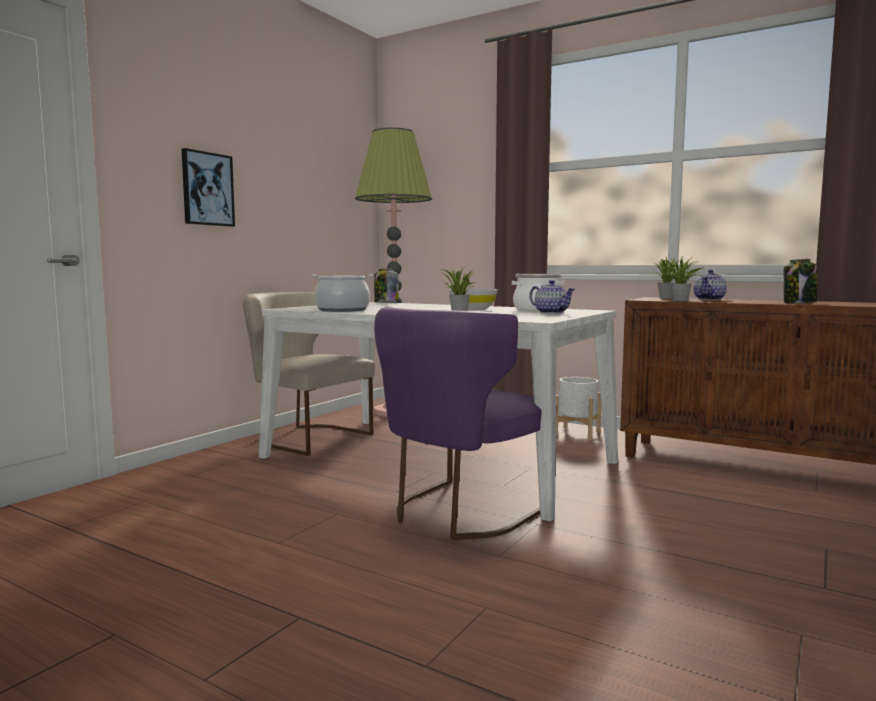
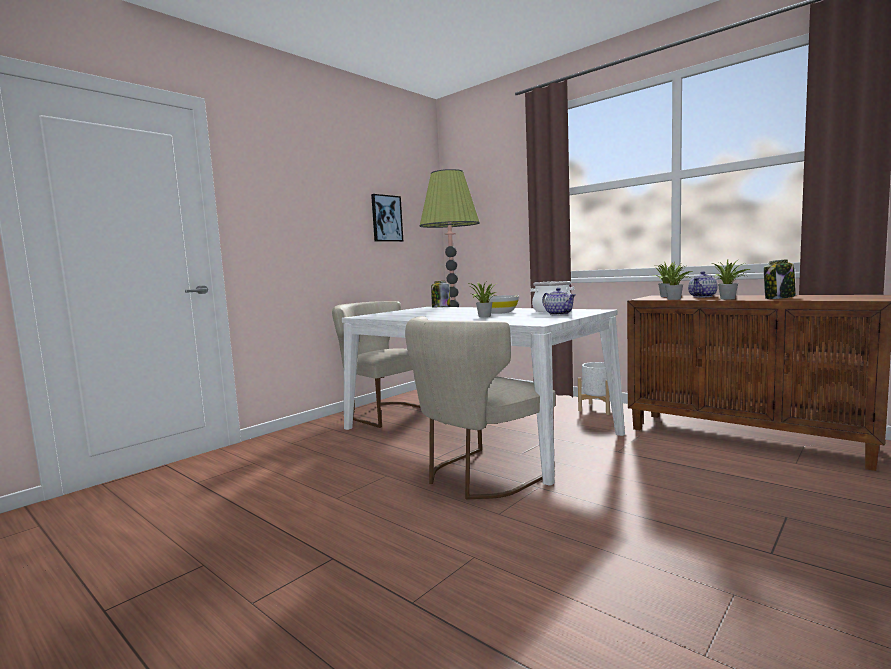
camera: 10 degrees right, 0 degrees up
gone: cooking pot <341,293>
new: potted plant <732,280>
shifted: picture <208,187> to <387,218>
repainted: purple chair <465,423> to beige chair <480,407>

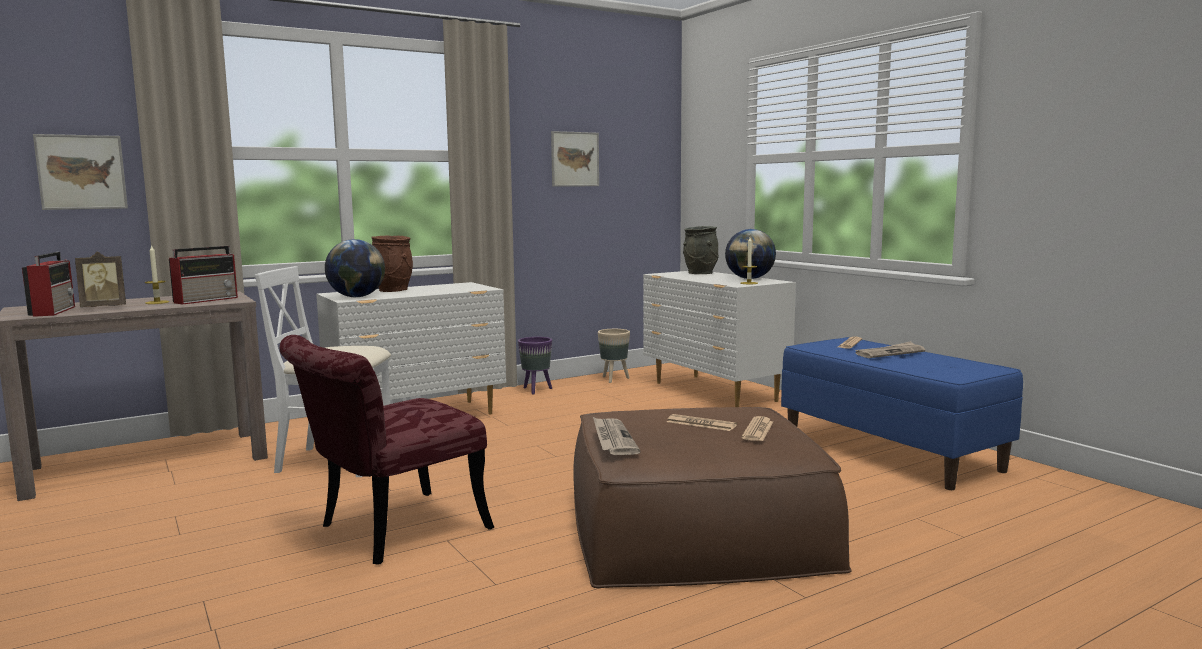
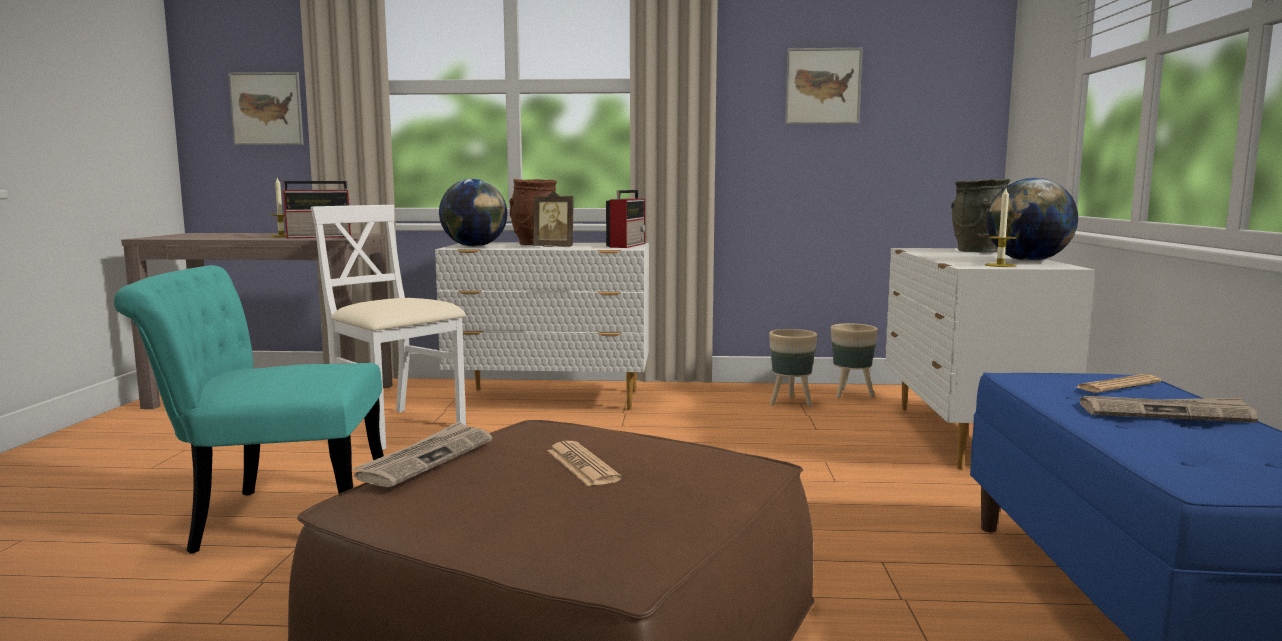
camera: 35 degrees right, 0 degrees up
gone: purple planter <535,365>; newspaper <757,428>
new: beige planter <793,368>
shifted: picture frame <100,279> to <553,218>; radio <48,284> to <625,219>
repainted: red chair <387,450> to turquoise chair <249,409>

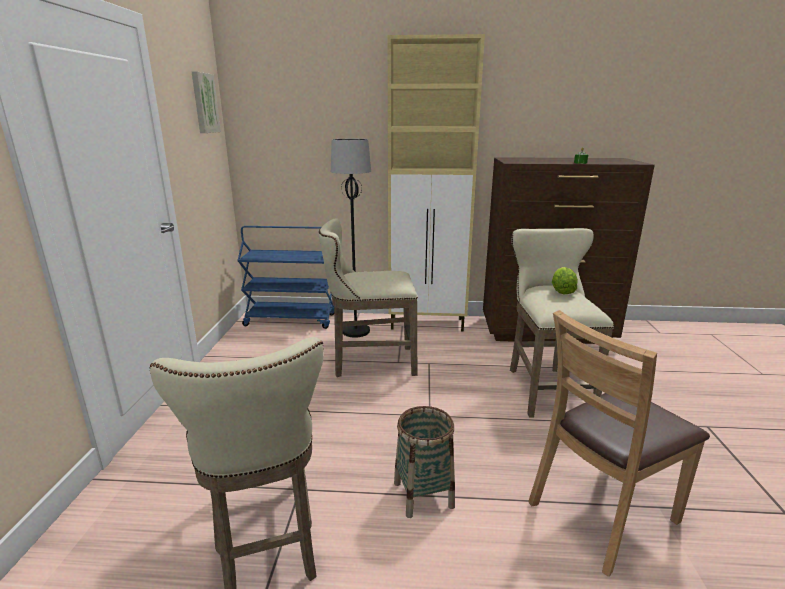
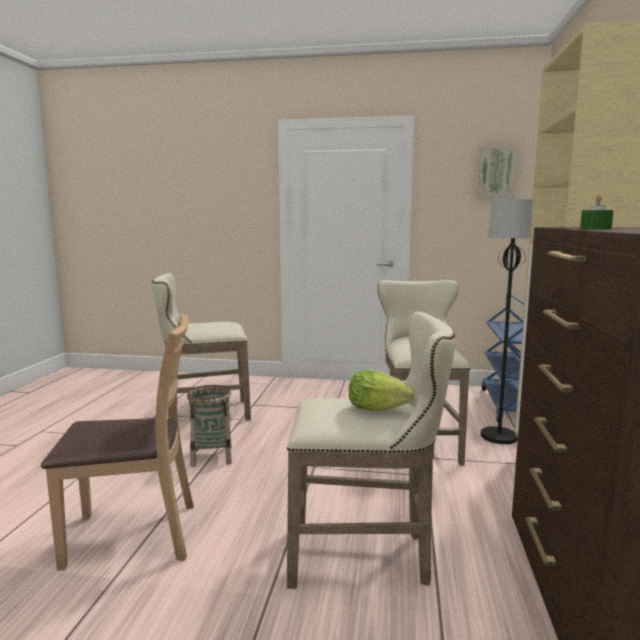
camera: 95 degrees right, 10 degrees down
rotated: brown chair <619,443> = <117,442> 105 degrees clockwise

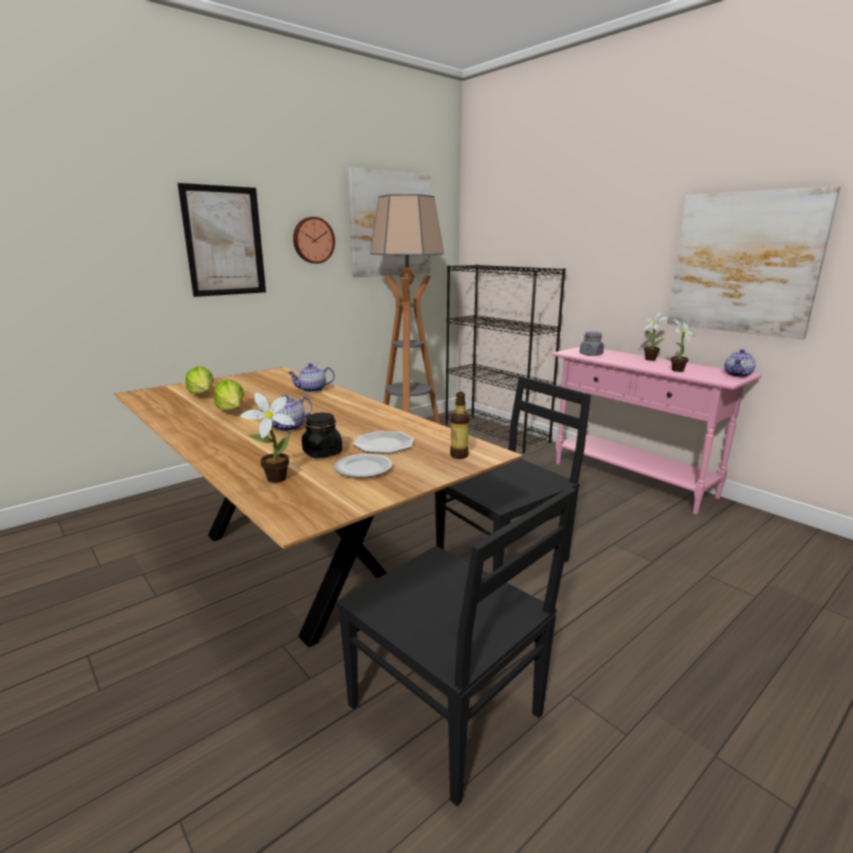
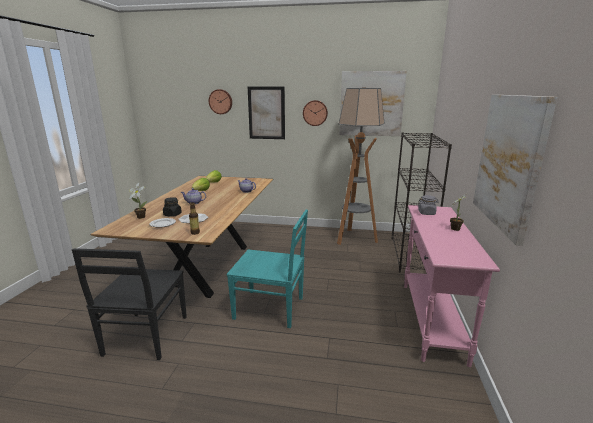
camera: 50 degrees right, 0 degrees up
gone: potted plant <683,345>; teapot <740,363>
new: wall clock <220,101>
repainted: black chair <513,473> to turquoise chair <267,269>

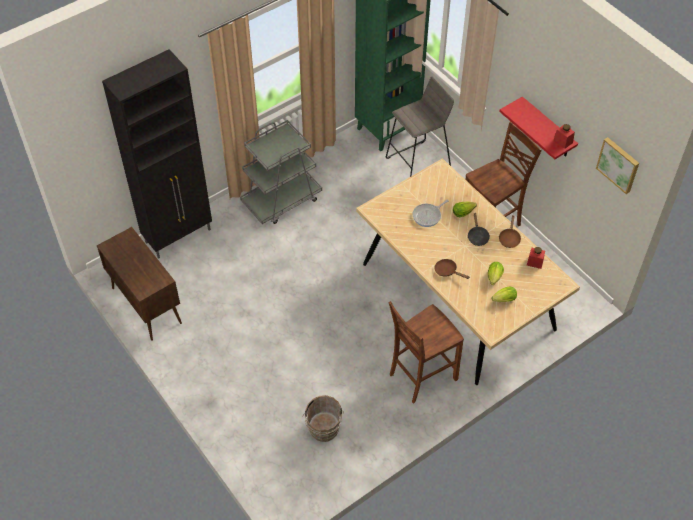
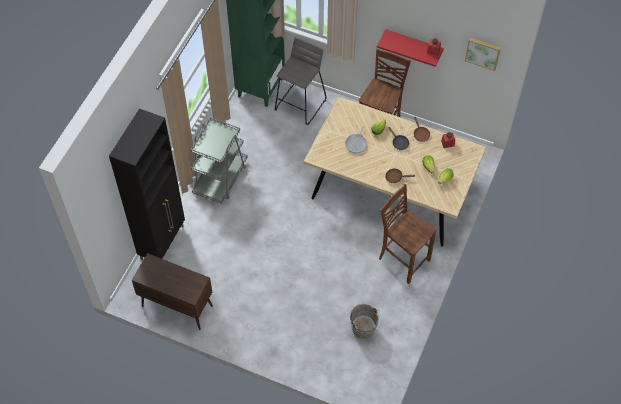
camera: 30 degrees left, 5 degrees up
rotated: brown chair <426,352> = <408,234> 105 degrees clockwise

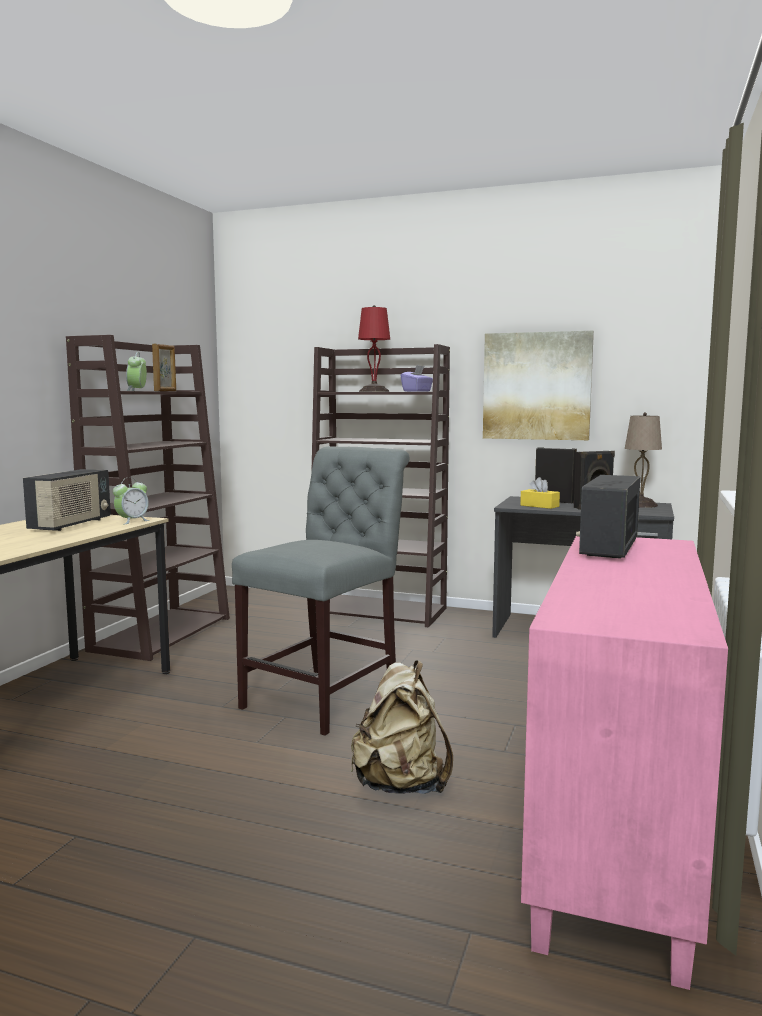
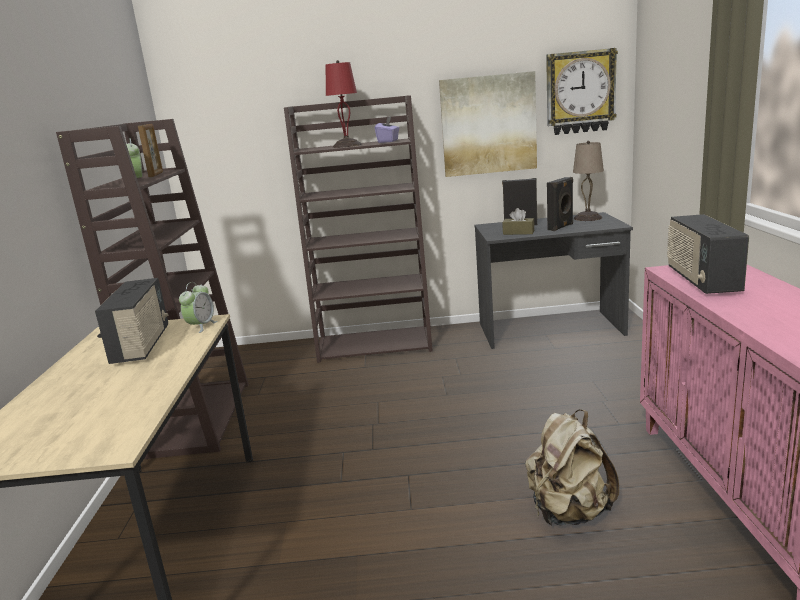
camera: 20 degrees left, 10 degrees up
gone: grey chair <320,591>
new: wall clock <582,91>
repainted: yellow tissue box <540,493> to brown tissue box <519,221>

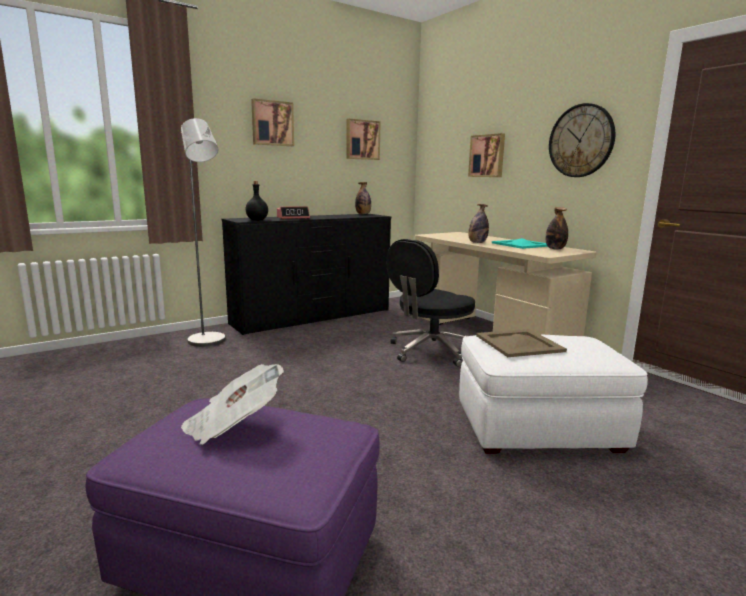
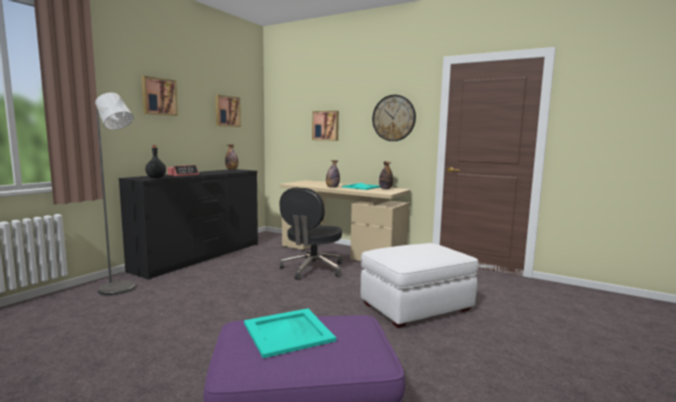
camera: 25 degrees left, 5 degrees down
gone: beige tray <521,343>
swapped: newspaper <232,404> to turquoise tray <290,333>

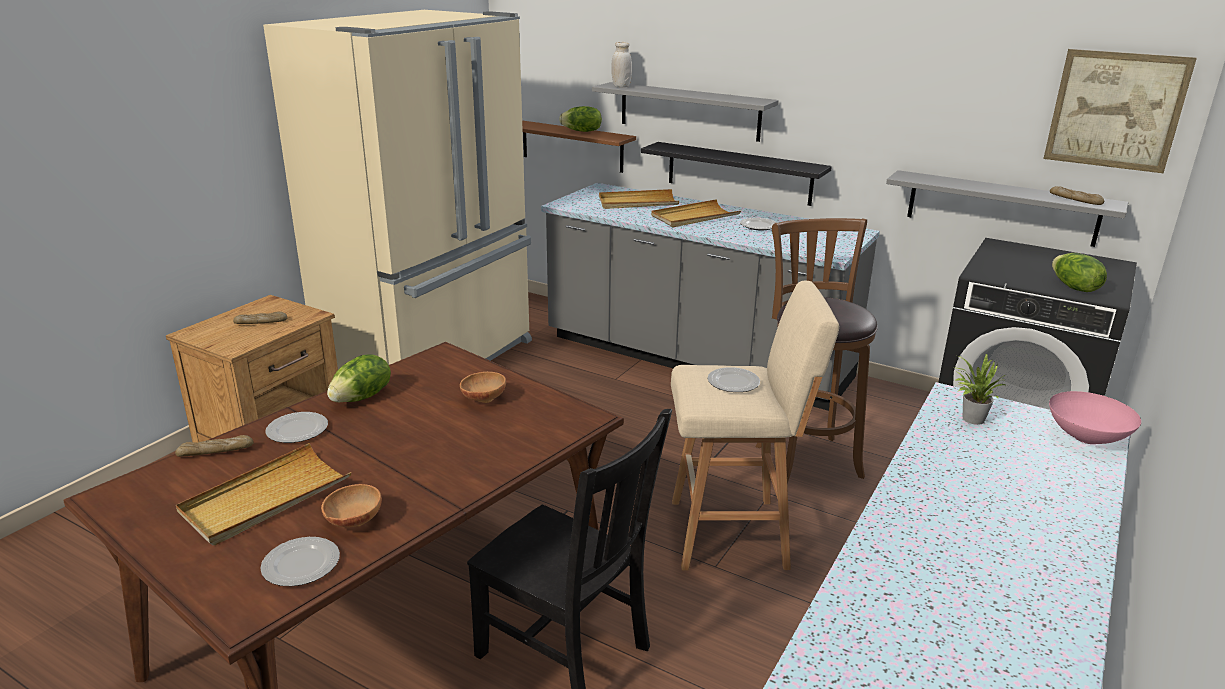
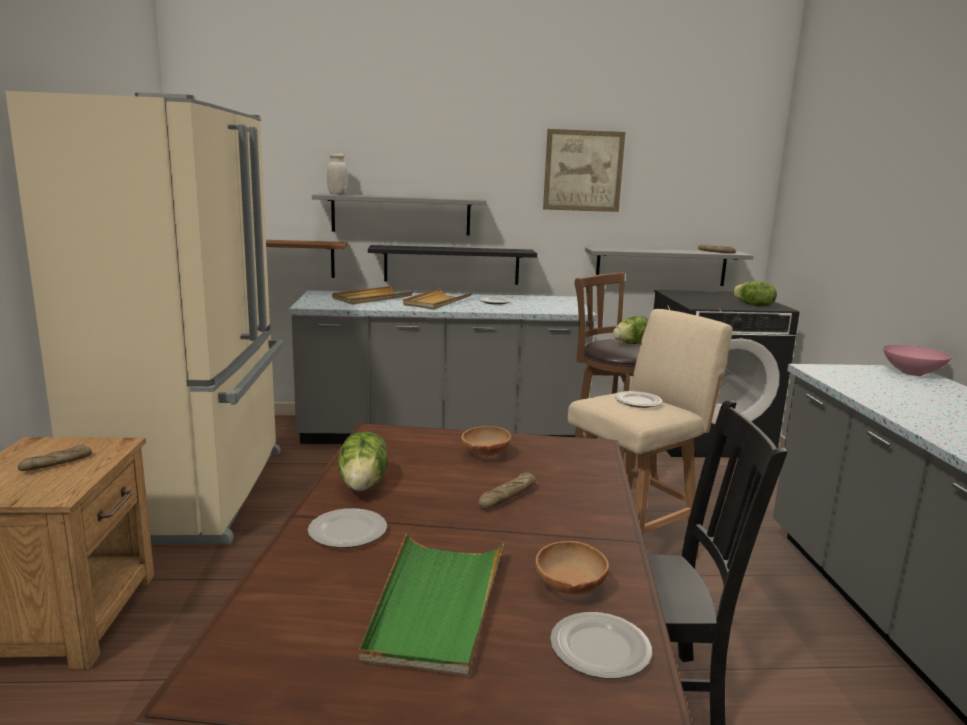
camera: 35 degrees left, 10 degrees down
gone: potted plant <981,389>
shifted: bread <214,446> to <507,491>; picture <1120,111> to <584,170>; lettuce <580,119> to <631,330>
repainted: beige tray <263,494> to green tray <431,604>

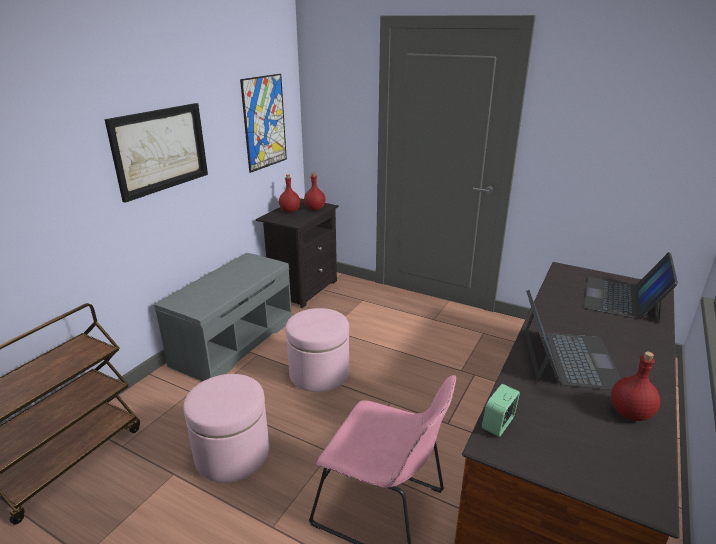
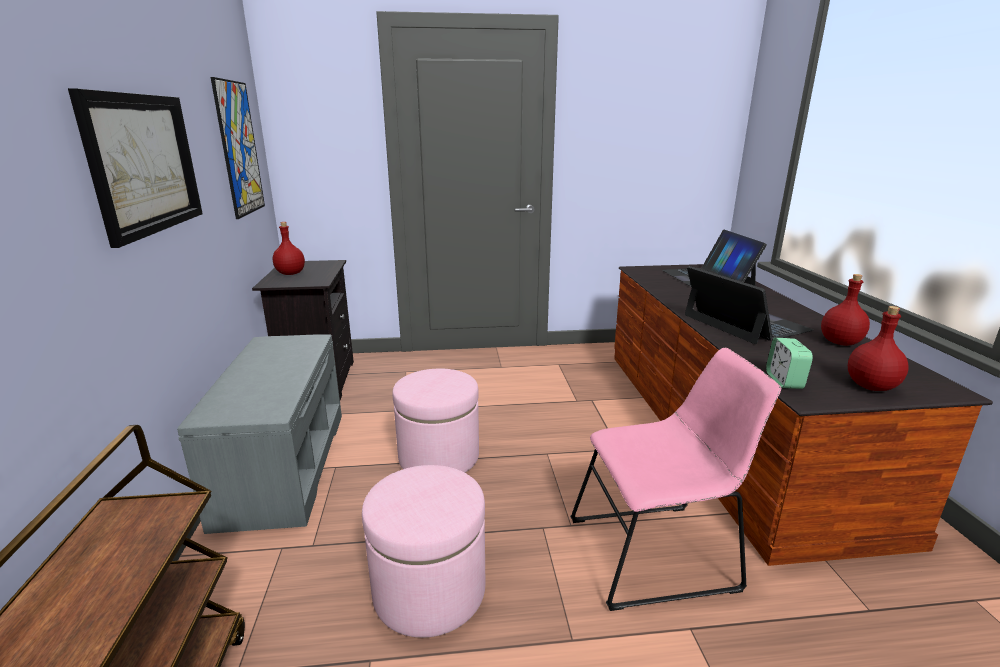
camera: 35 degrees left, 5 degrees down
shifted: red bottle <314,191> to <878,348>

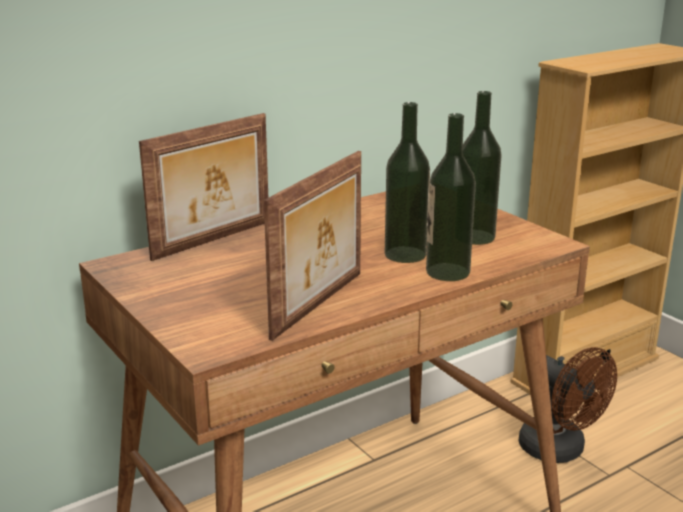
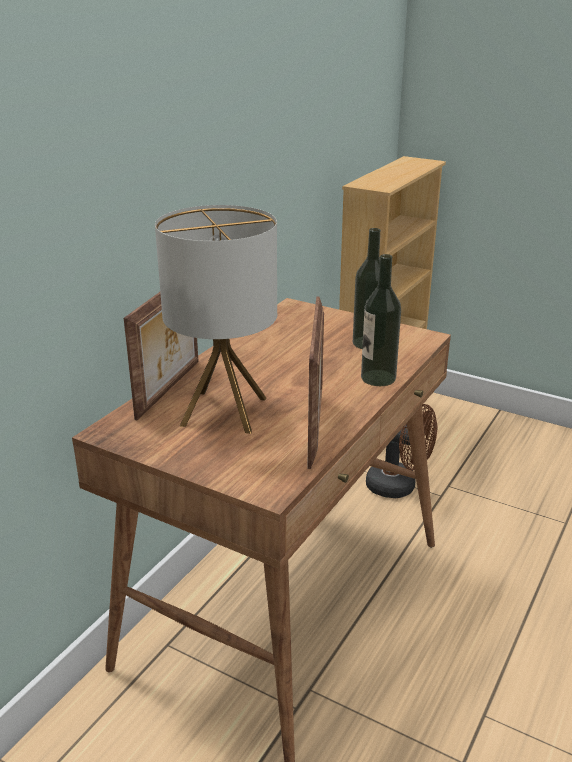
camera: 25 degrees left, 5 degrees up
gone: bottle <407,182>
new: table lamp <216,319>

